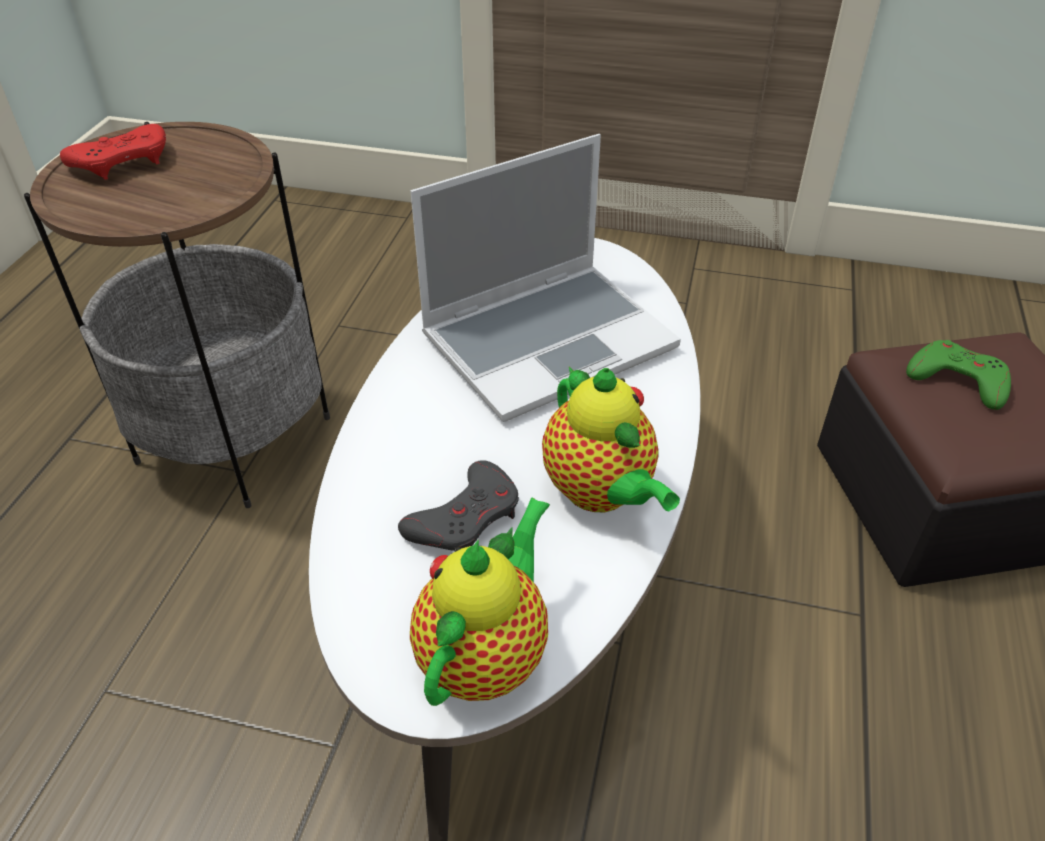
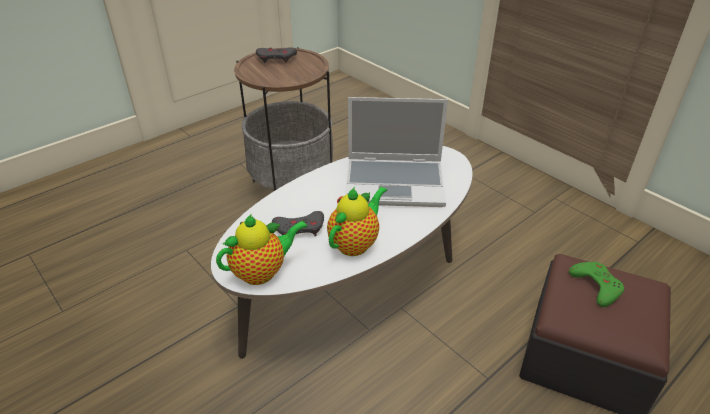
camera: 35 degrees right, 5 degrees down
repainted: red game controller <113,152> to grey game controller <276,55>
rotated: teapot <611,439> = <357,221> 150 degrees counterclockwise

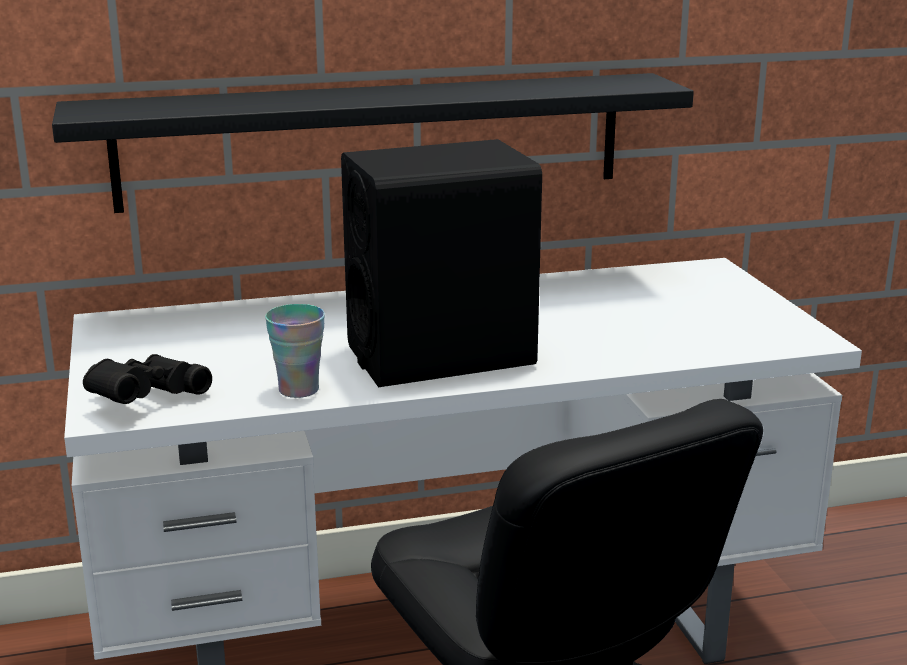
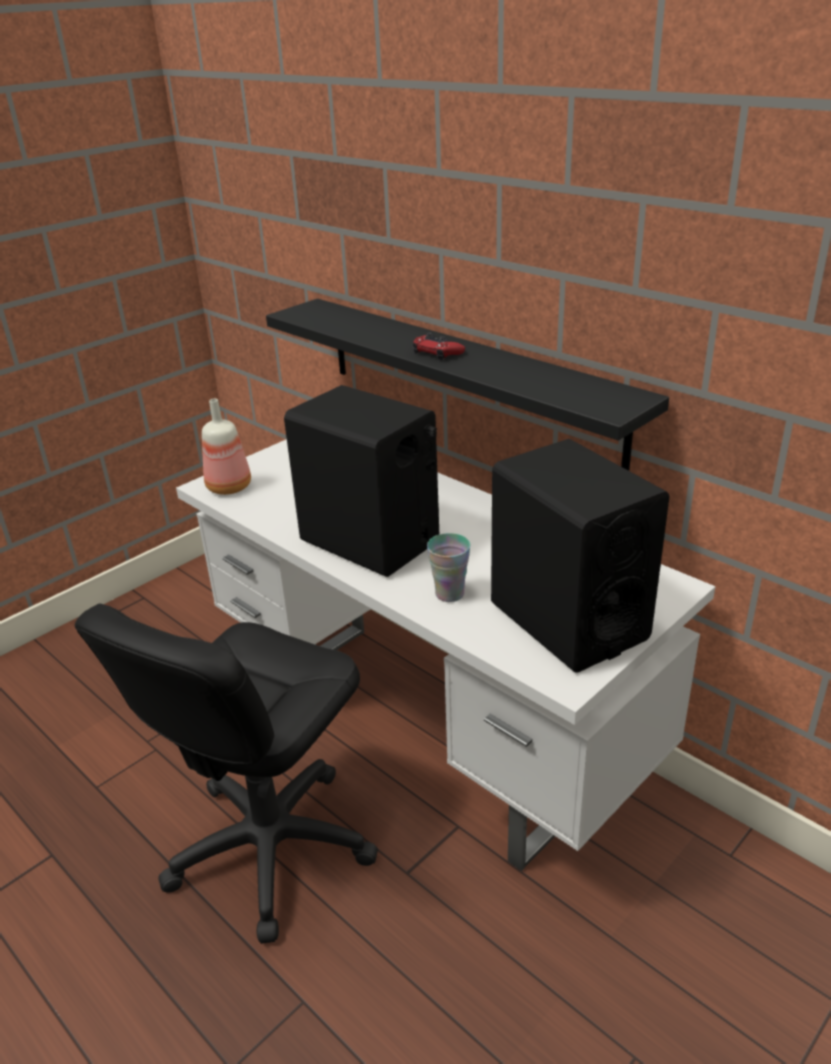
camera: 60 degrees right, 10 degrees up
new: red game controller <439,347>; black speaker <580,556>
shifted: cup <295,351> to <448,567>
swapped: black binoculars <147,379> to bottle <226,447>

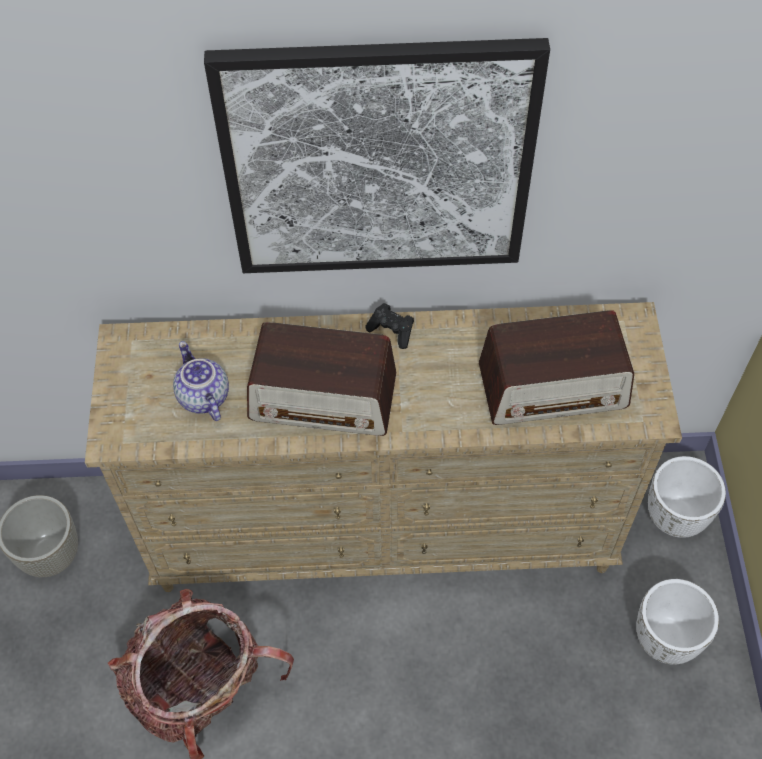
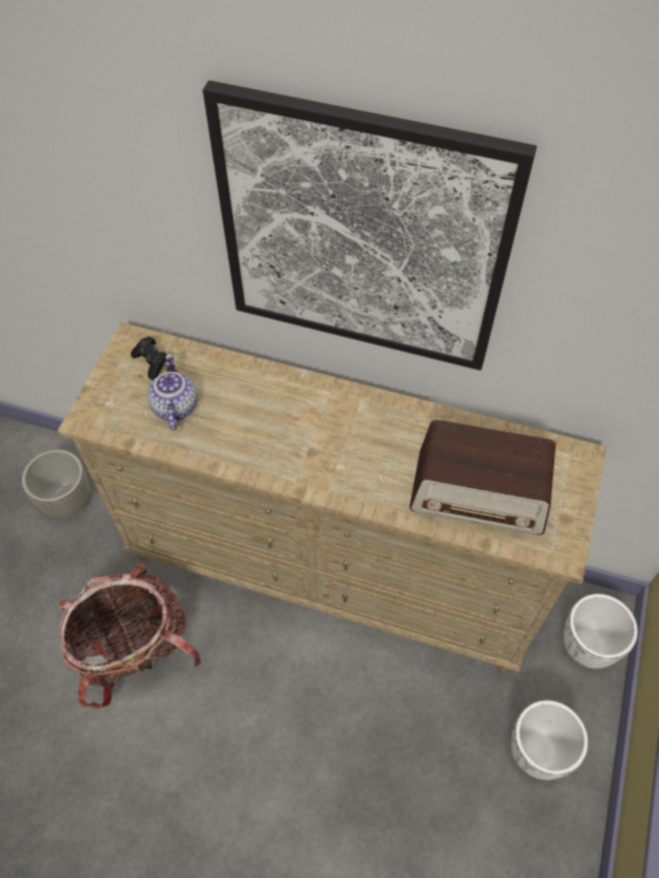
camera: 20 degrees right, 0 degrees up
gone: radio <321,379>
shifted: black game controller <389,326> to <149,358>

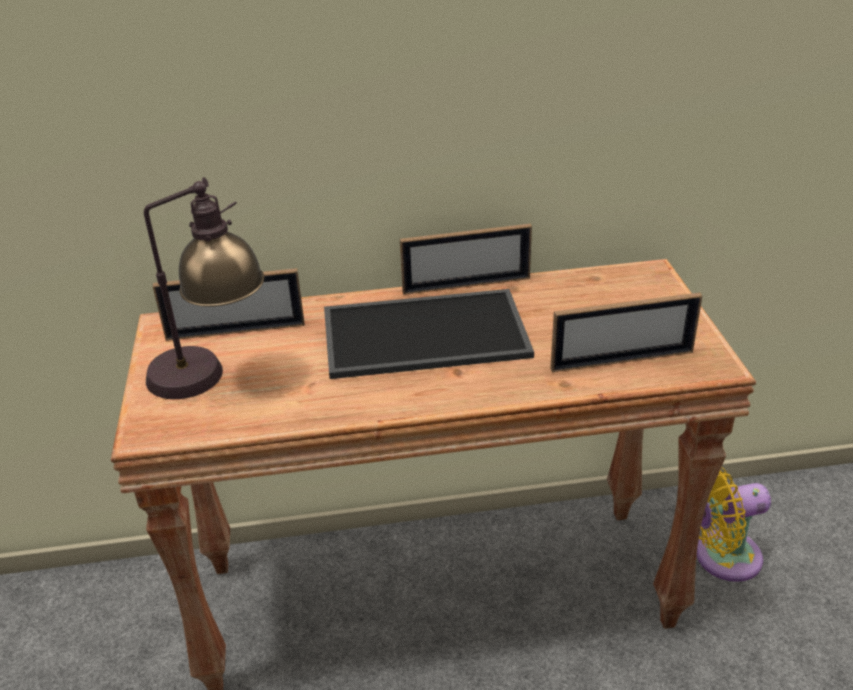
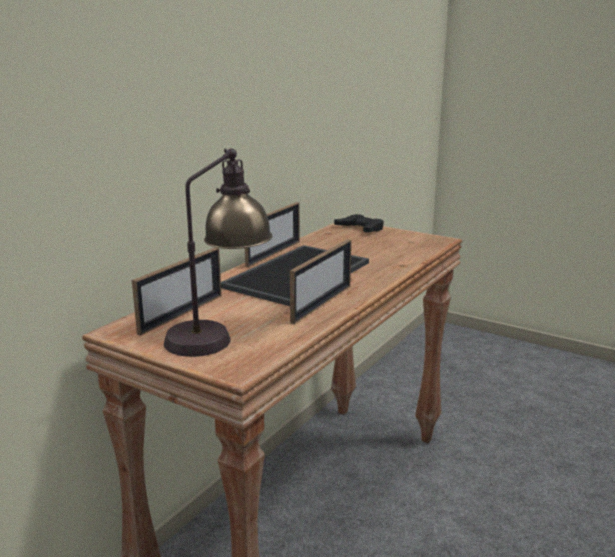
camera: 50 degrees left, 15 degrees down
gone: yellow fan <734,524>
new: black game controller <359,223>
shifted: picture frame <626,332> to <320,281>

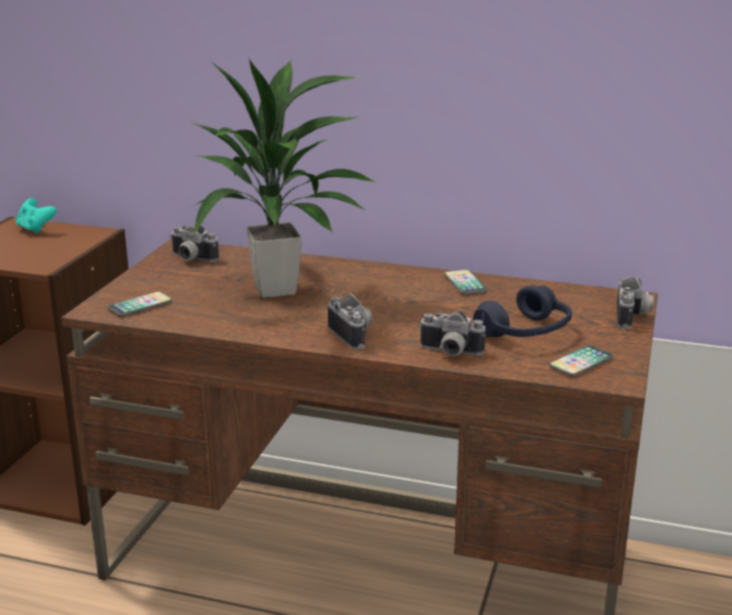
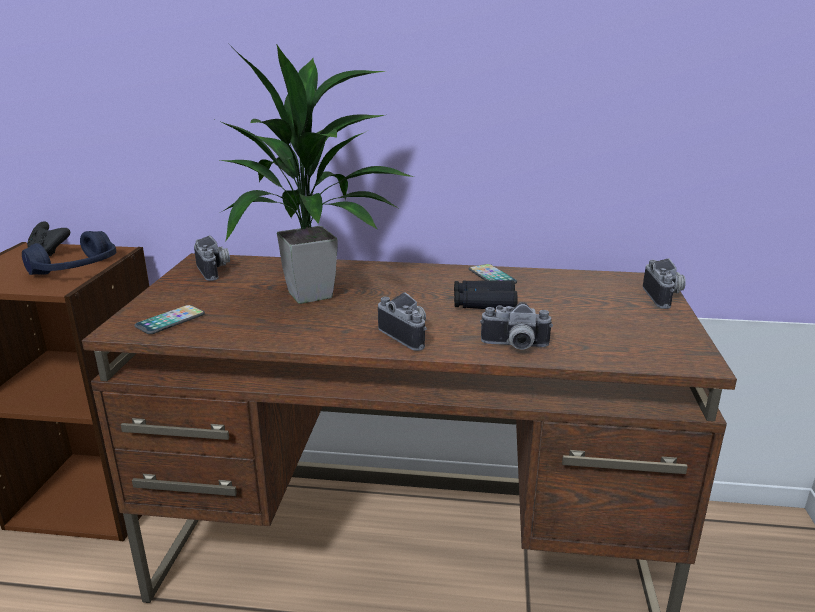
camera: 10 degrees left, 0 degrees up
gone: phone <581,361>
new: black binoculars <486,295>
shifted: blue headphones <522,311> to <69,253>
repainted: turquoise game controller <36,216> to black game controller <48,239>
rotated: photo camera <194,243> = <212,258> 135 degrees counterclockwise

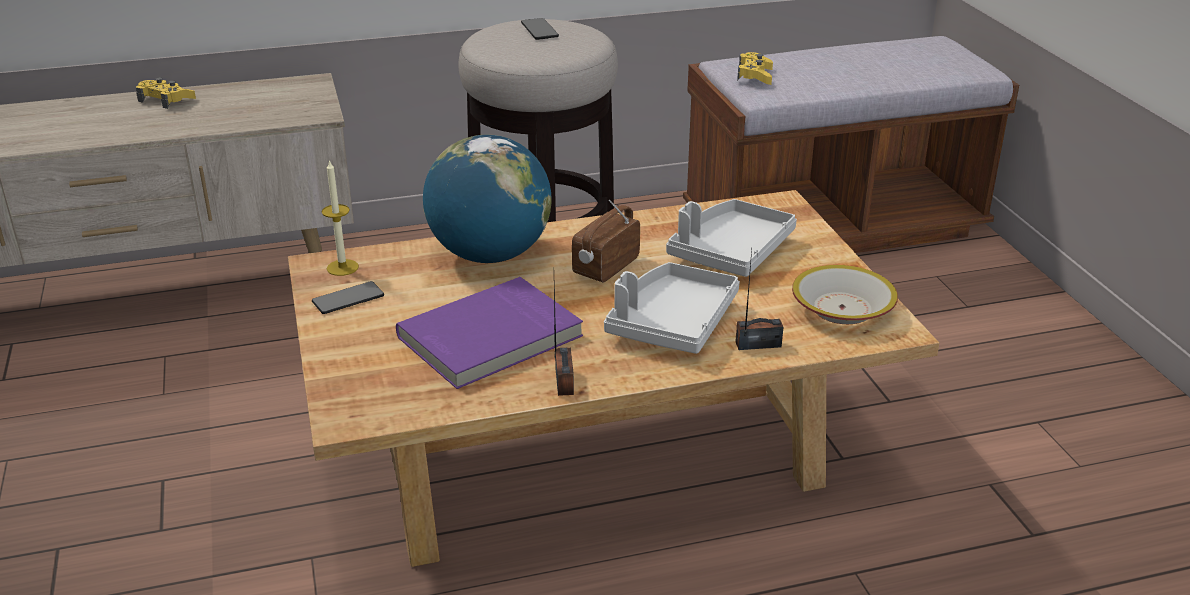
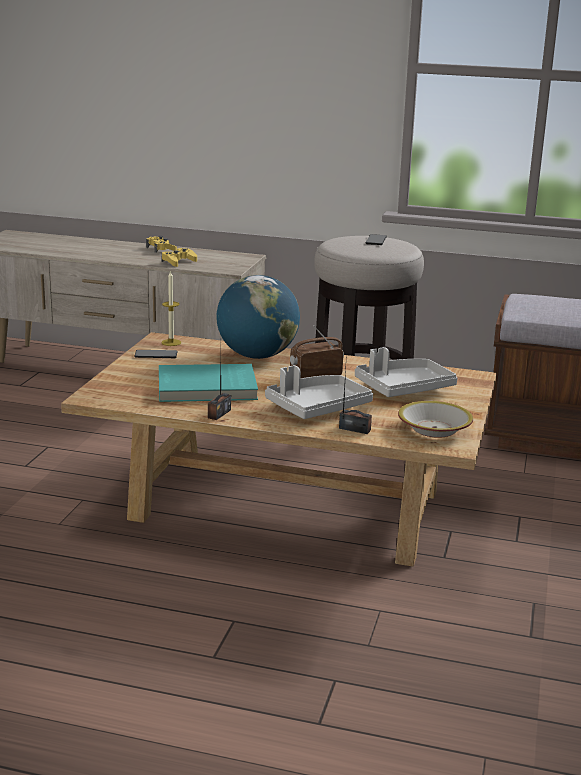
camera: 30 degrees right, 10 degrees down
shifted: yellow game controller <755,68> to <179,257>
repainted: purple book <489,333> to turquoise book <208,383>

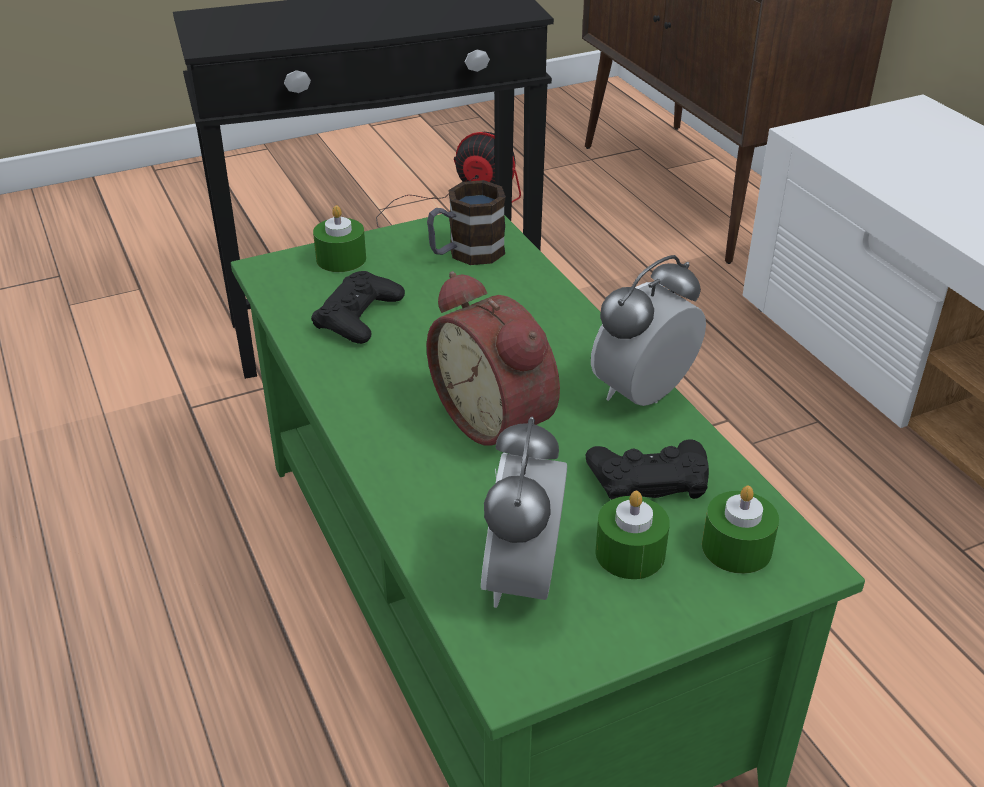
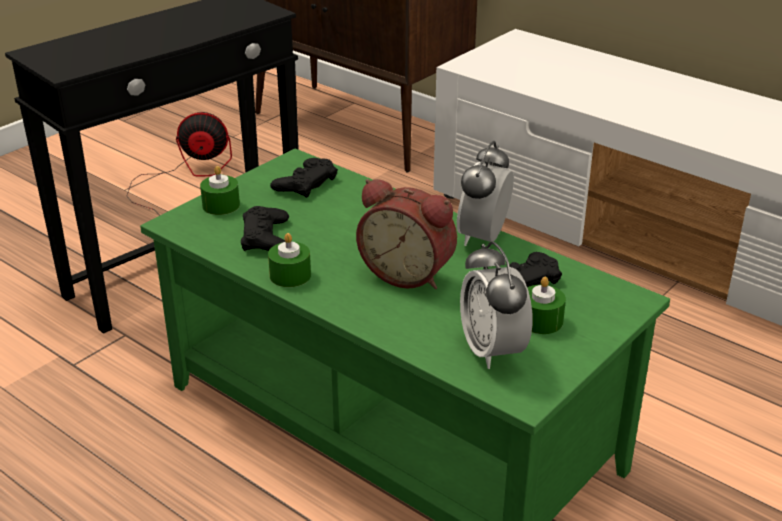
camera: 25 degrees left, 5 degrees down
shifted: green candle <740,530> to <289,260>
swapped: mug <466,222> to black game controller <304,178>

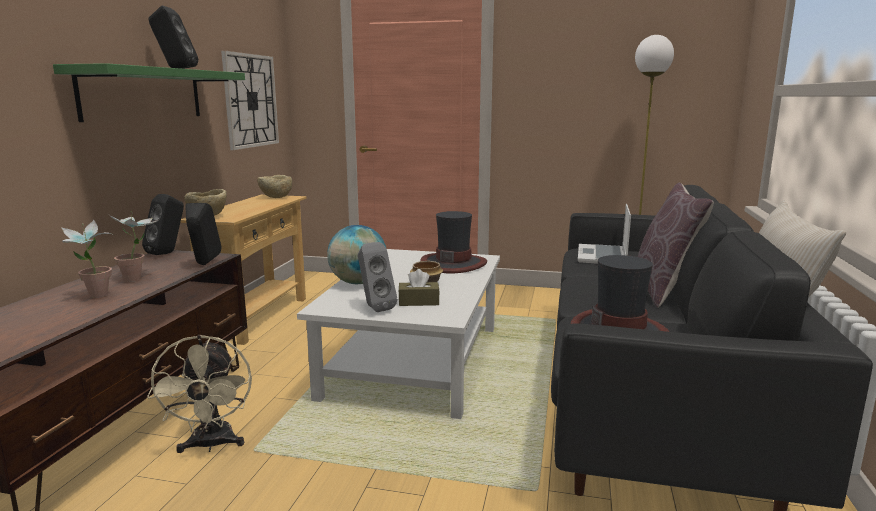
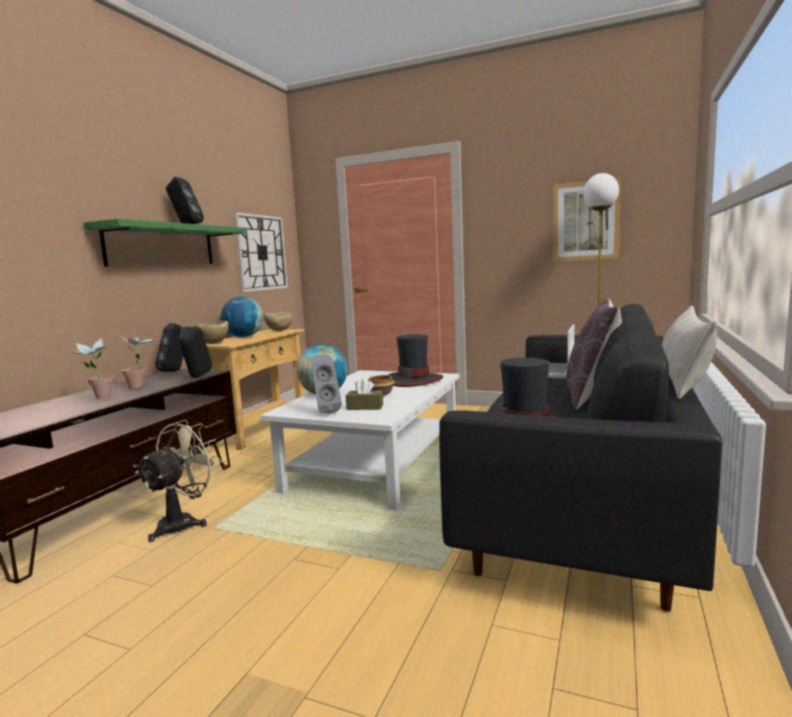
camera: 10 degrees right, 5 degrees down
new: globe <242,316>; picture <587,220>
rotated: beige fan <199,394> = <179,481> 150 degrees counterclockwise

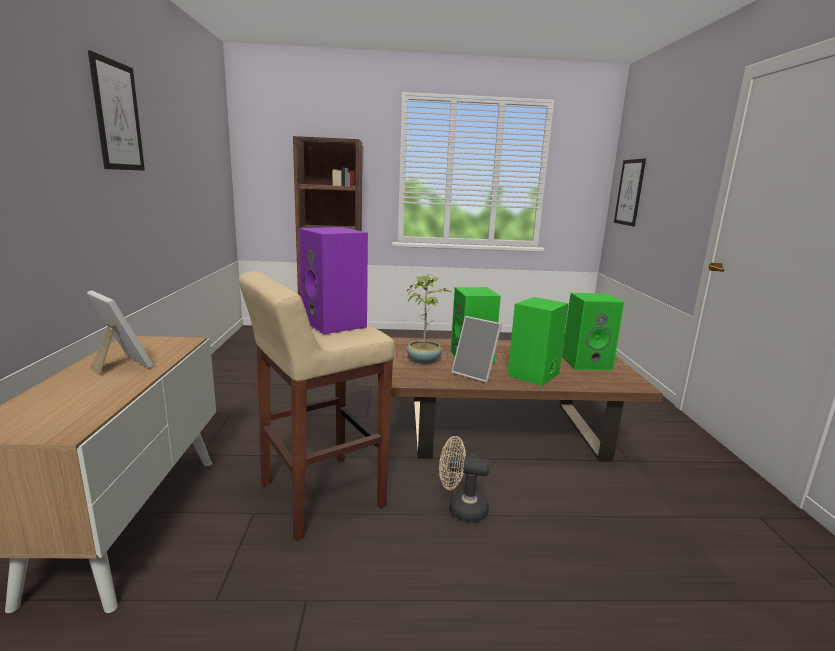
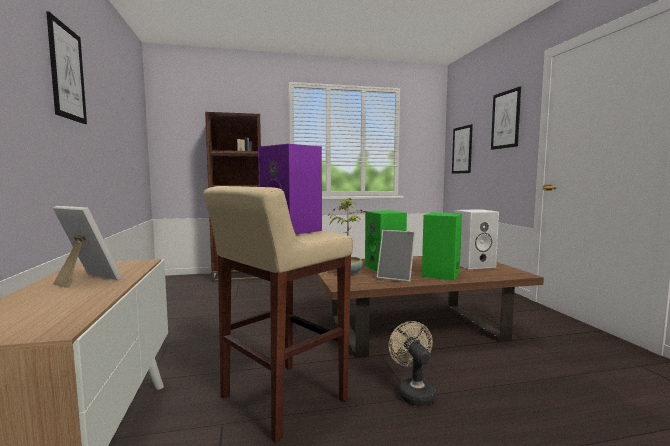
camera: 10 degrees left, 10 degrees down
new: picture <506,118>
repainted: green speaker <593,331> to white speaker <476,239>
rotated: beige fan <464,479> = <412,363> 75 degrees clockwise

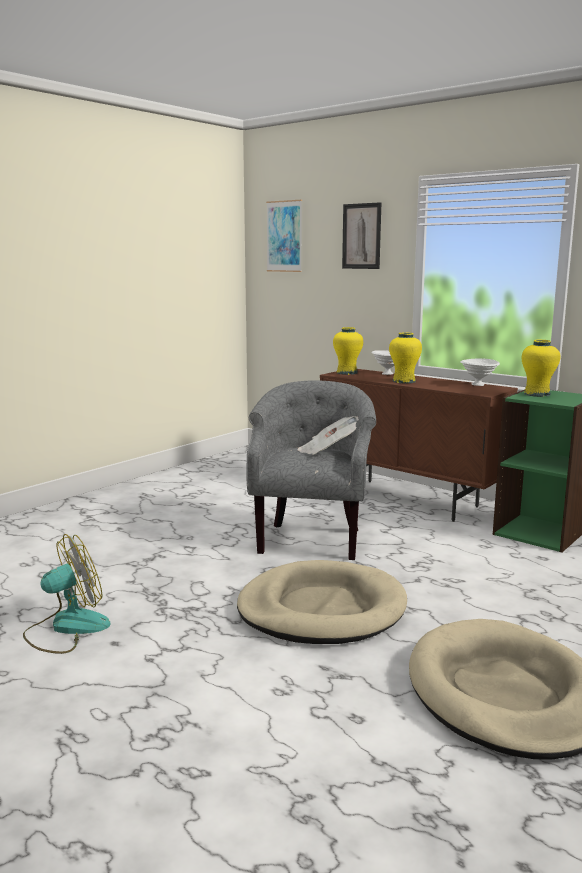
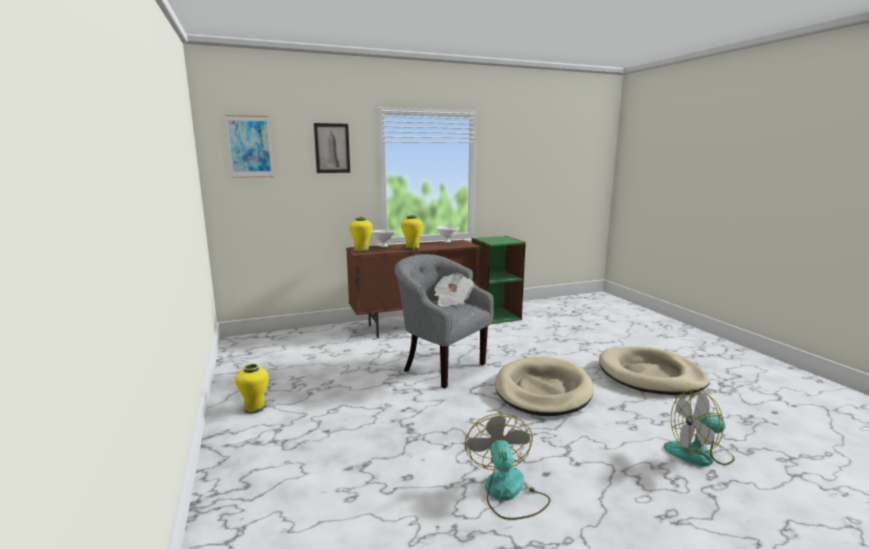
camera: 60 degrees left, 0 degrees up
new: fan <699,428>
shifted: yellow vase <541,368> to <252,388>

